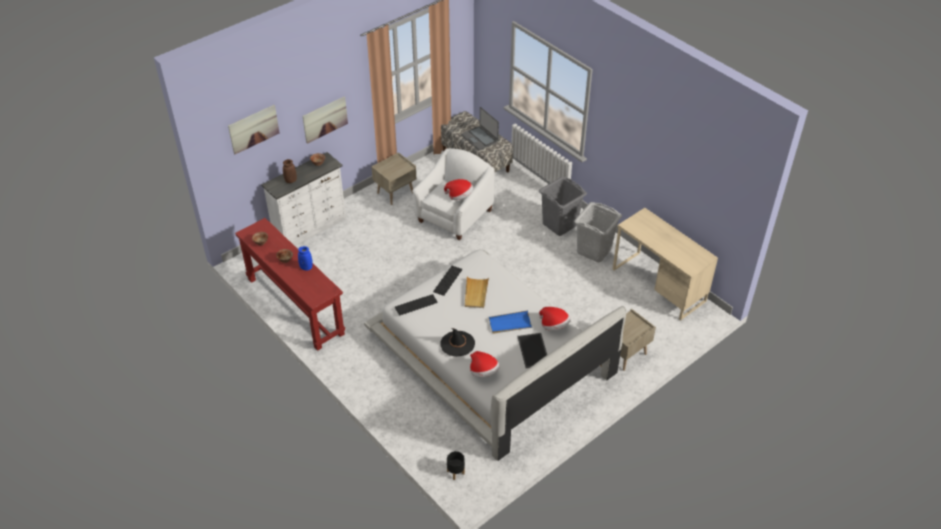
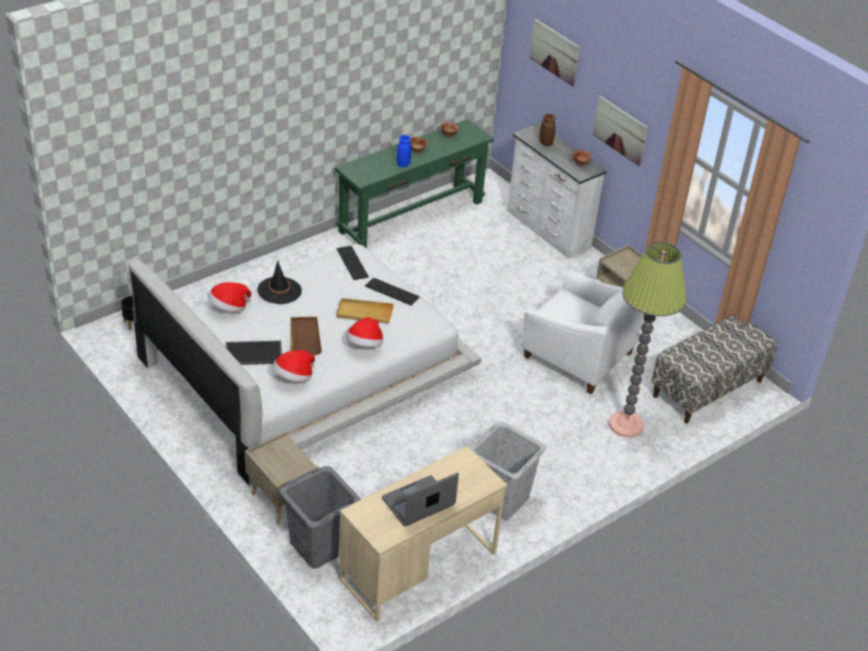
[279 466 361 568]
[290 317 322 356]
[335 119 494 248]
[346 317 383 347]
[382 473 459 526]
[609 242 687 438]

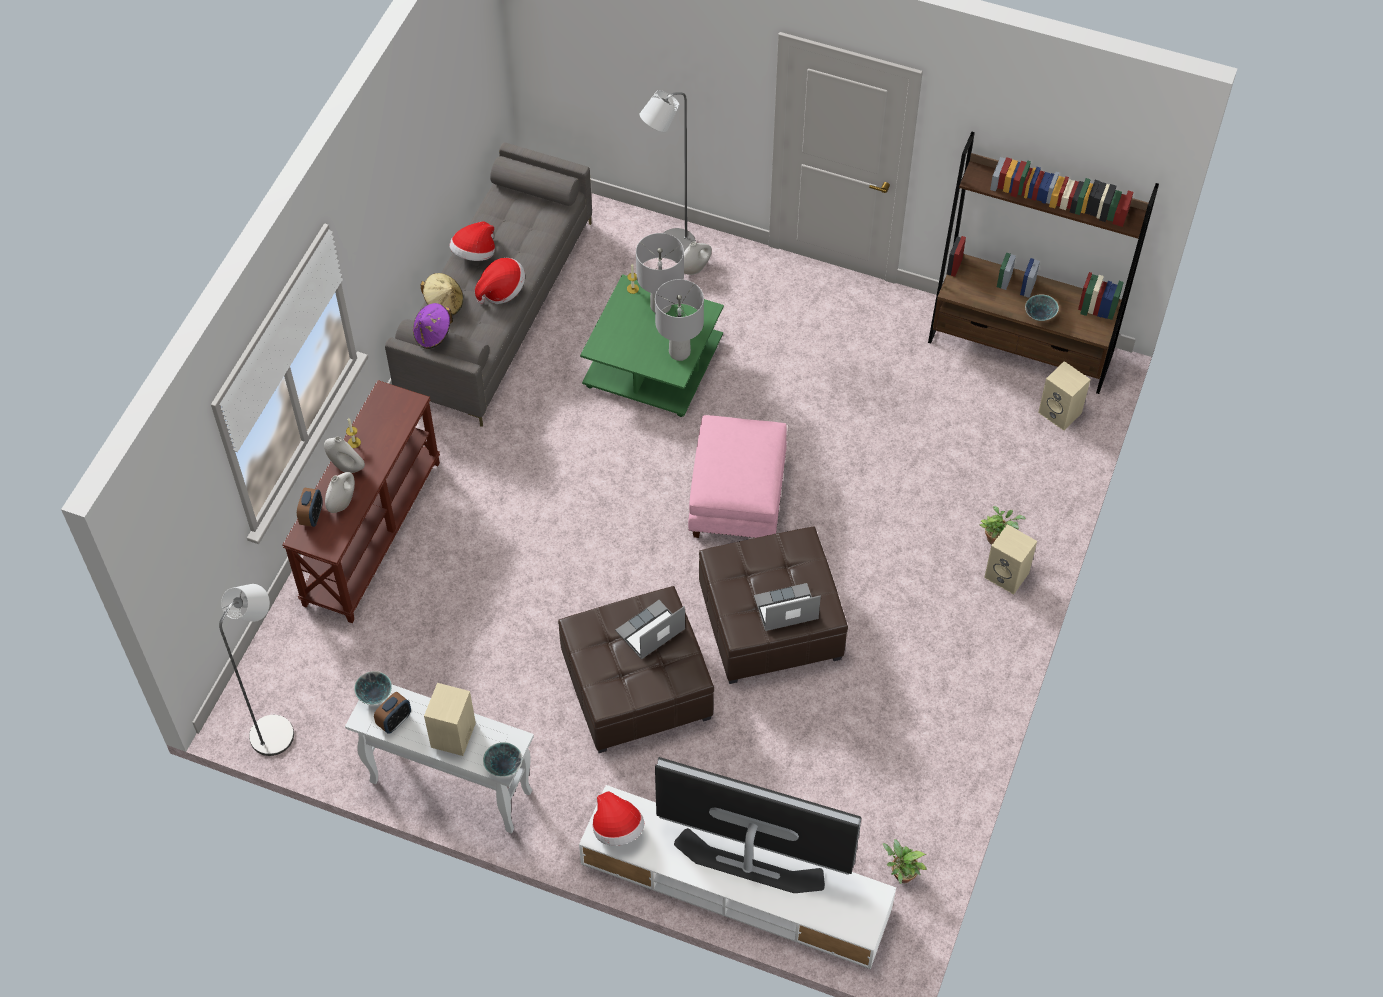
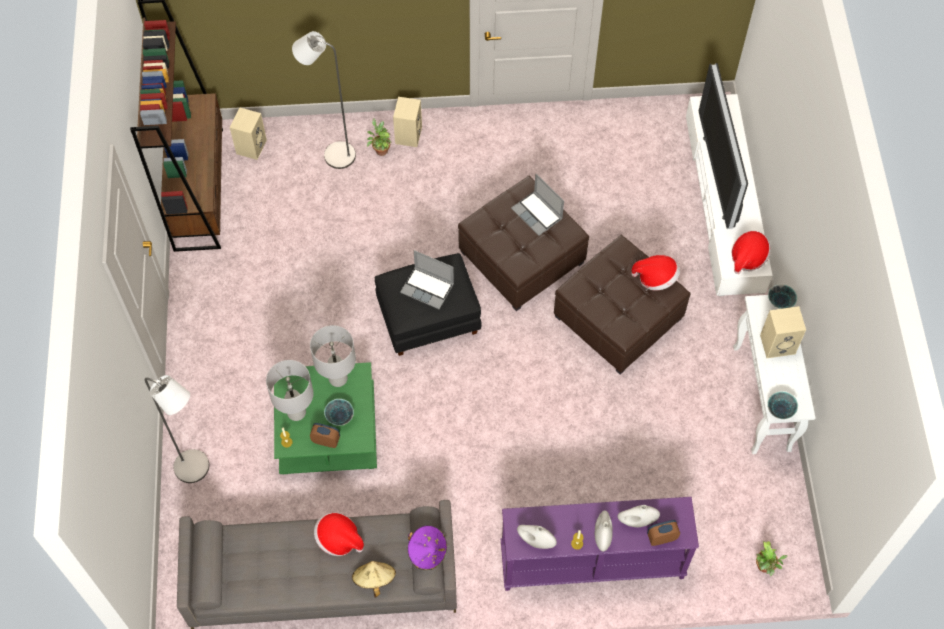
[292 31 356 169]
[310 423 340 448]
[324 399 354 426]
[375 253 482 356]
[400 250 454 309]
[501 497 699 591]
[517 525 557 549]
[631 255 680 290]
[756 541 787 577]

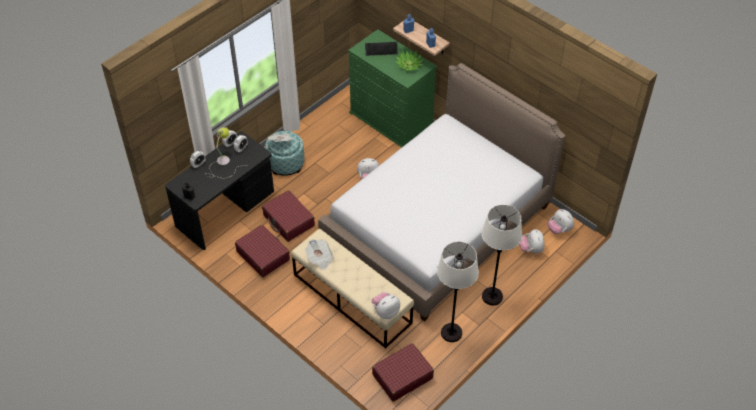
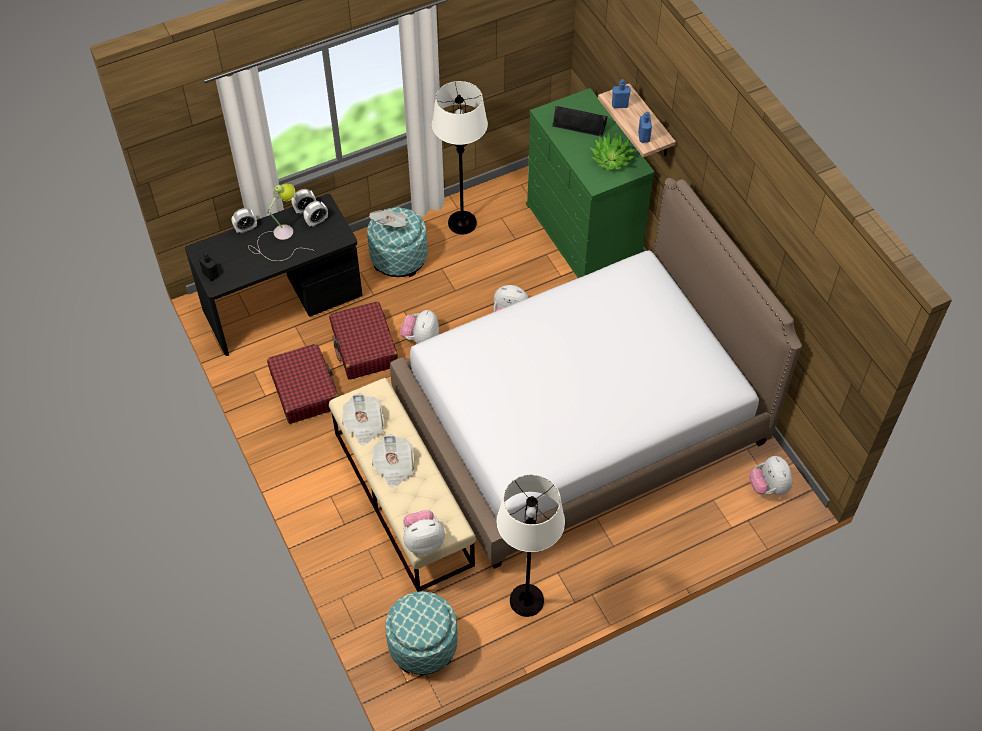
[372 434 415 488]
[385 591 458 675]
[400 310 439 344]
[432 81 488 235]

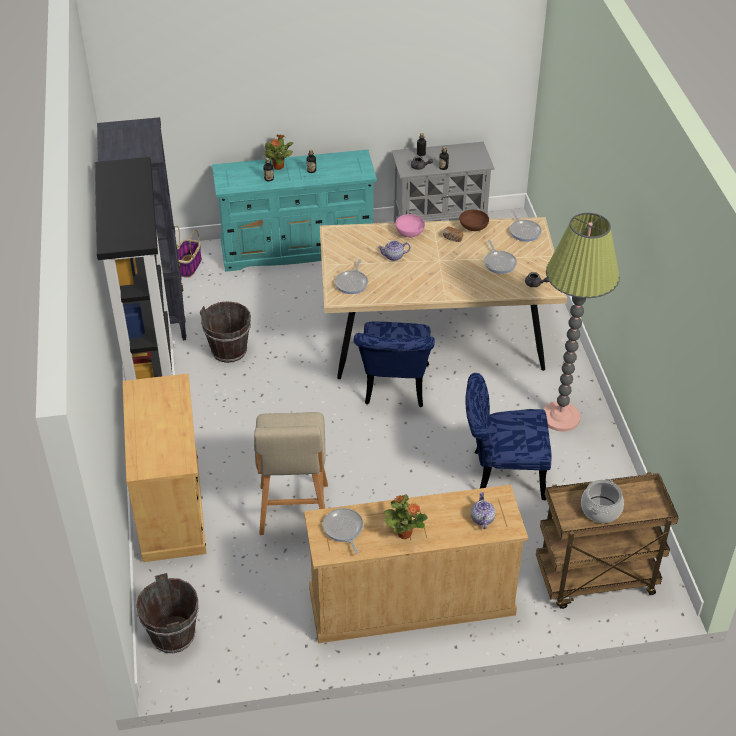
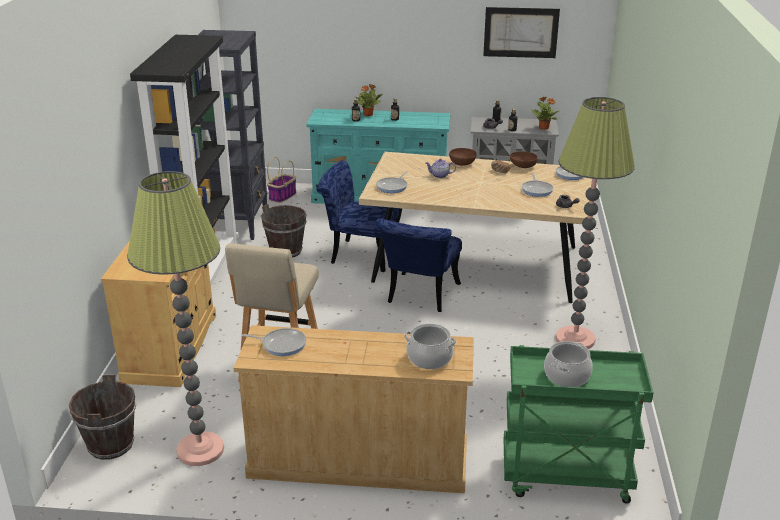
[127 171 224 466]
[242 328 306 356]
[316 160 400 272]
[404 324 456 369]
[449 148 476 166]
[483 7 560 58]
[504 345 654 504]
[531 97 559 130]

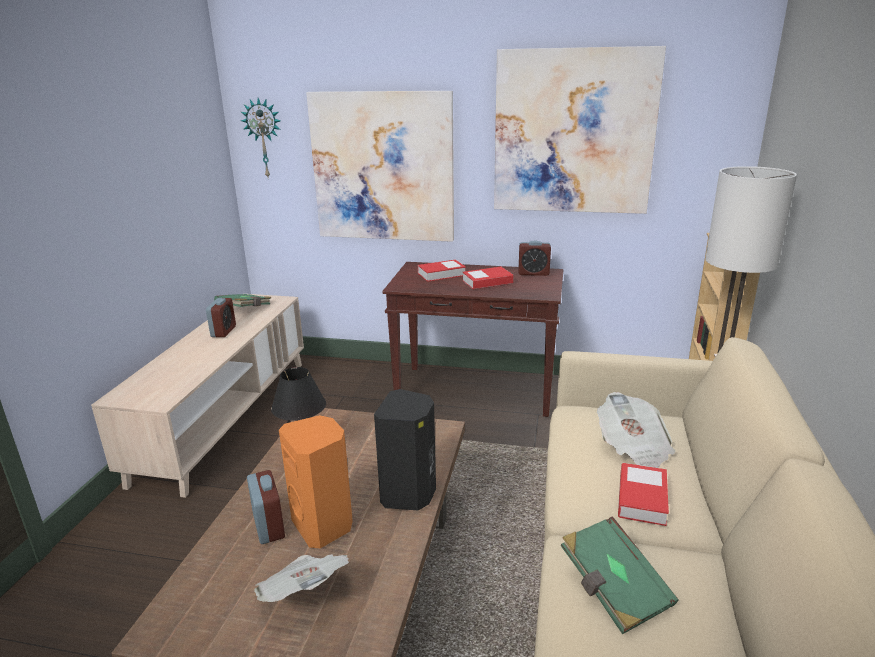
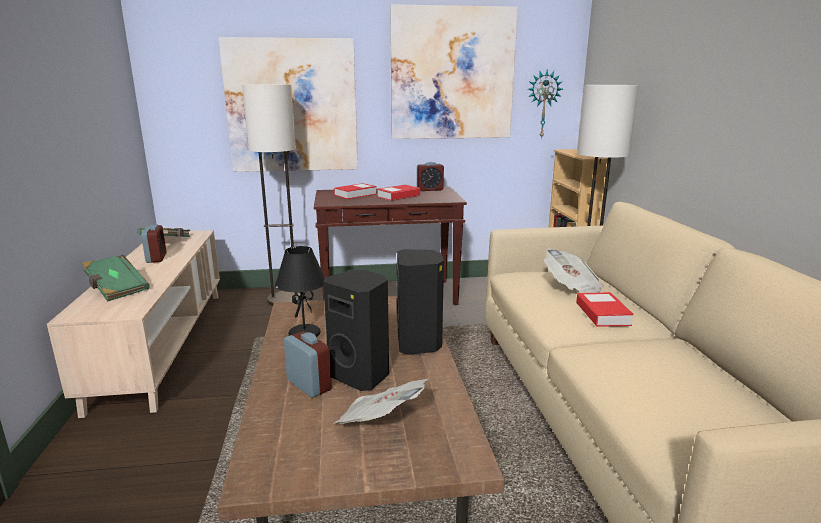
[82 255 150 302]
[242 84 301 306]
[323 270 389 391]
[528 70 563 139]

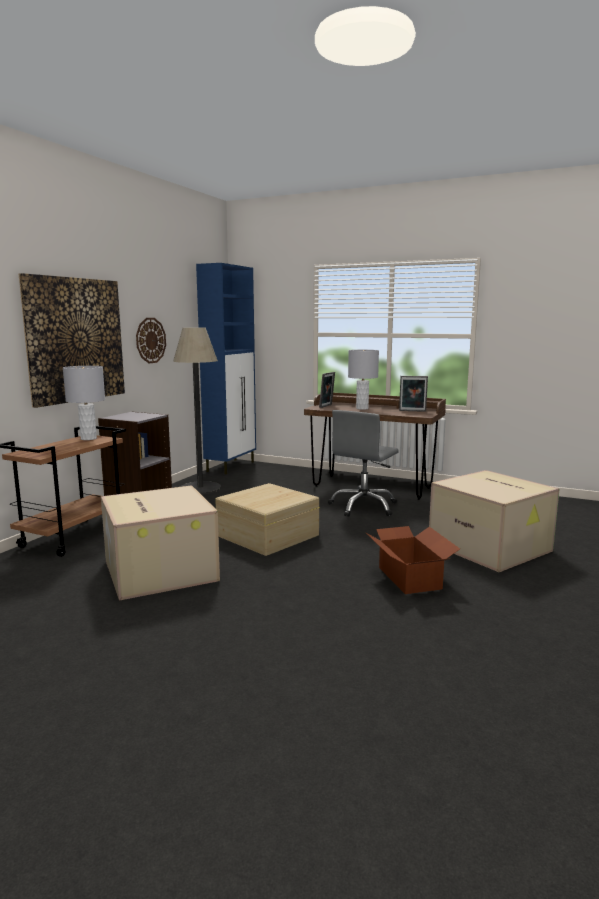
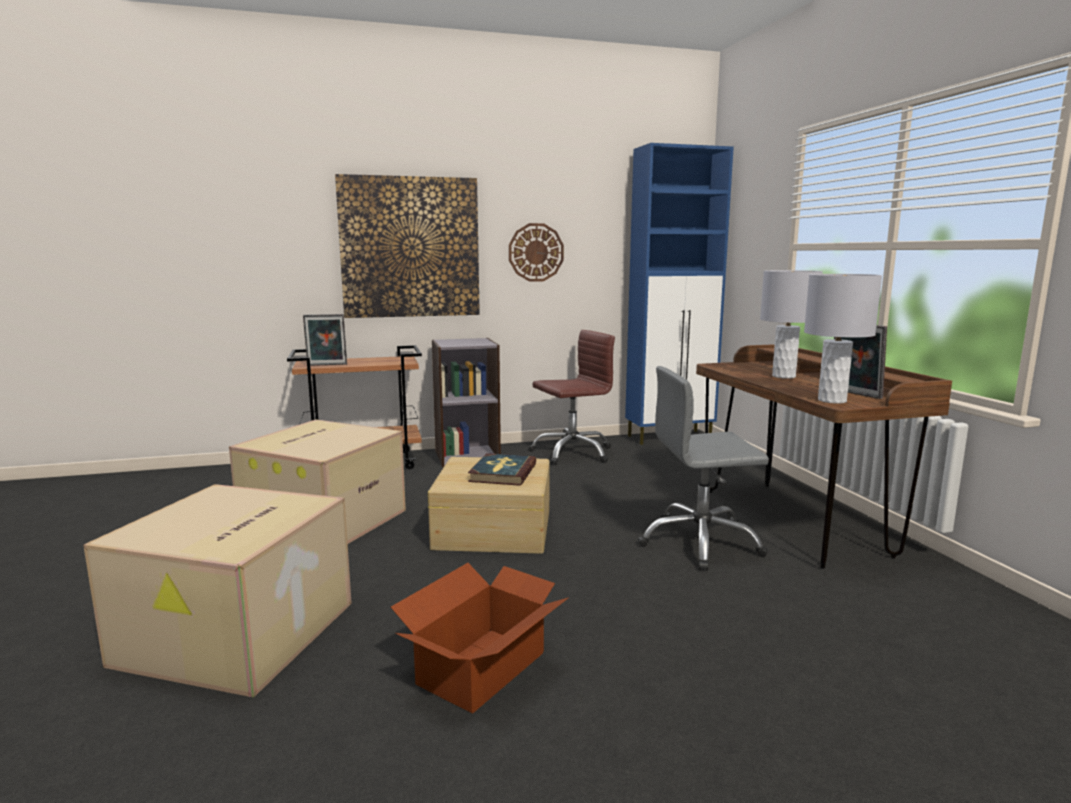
[83 484 352 698]
[303 314 347 366]
[468 453 536 486]
[528 330 615 465]
[804 274 882 404]

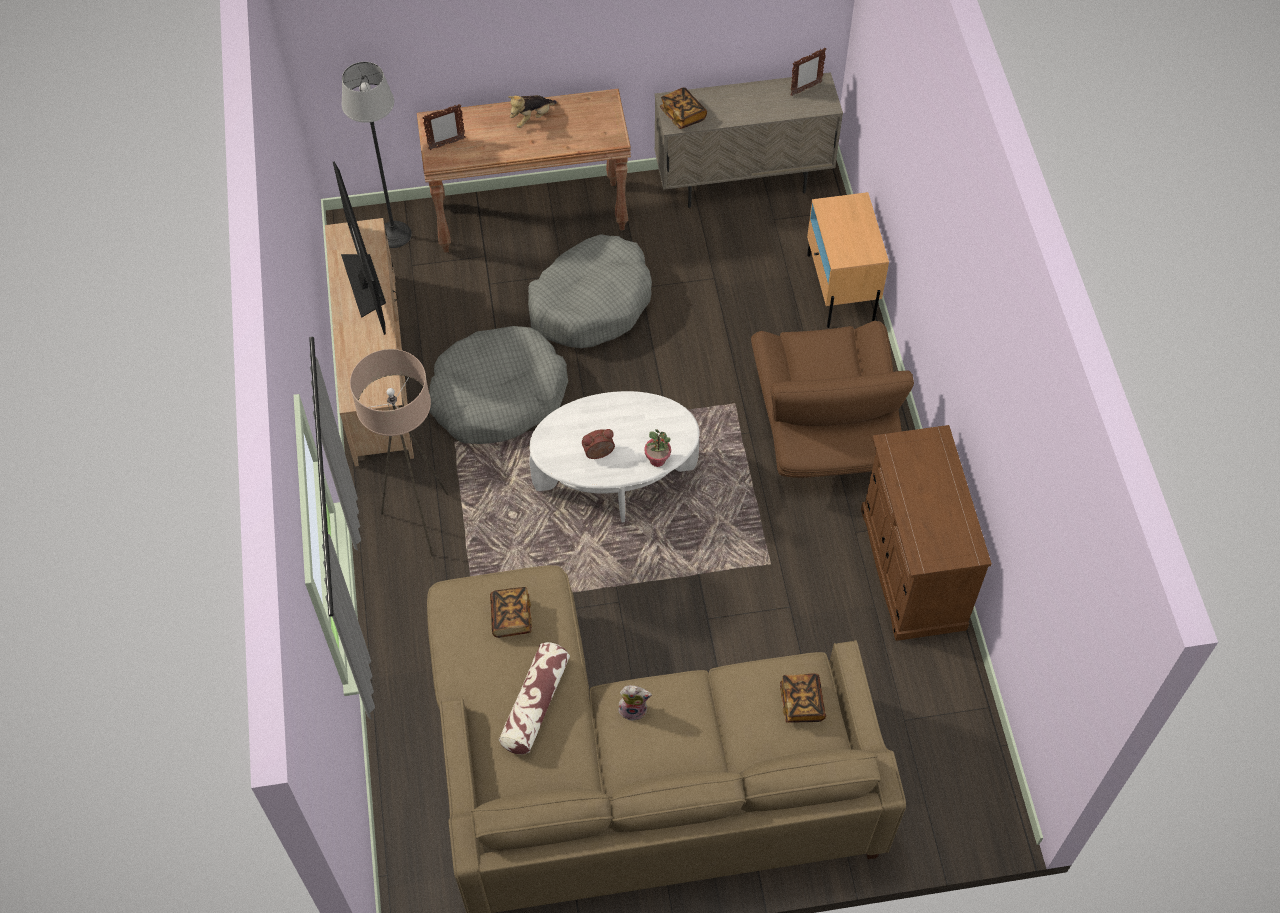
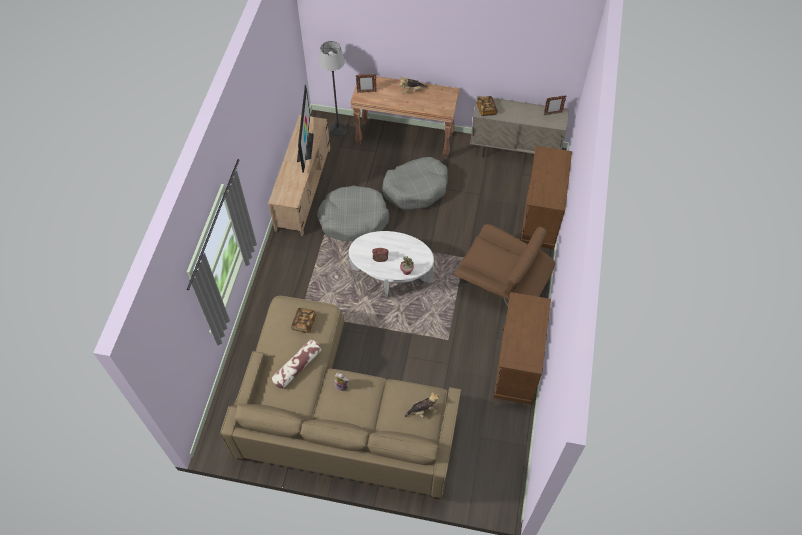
[405 392 440 418]
[455 224 555 306]
[521 146 572 249]
[350 349 448 556] (first image)

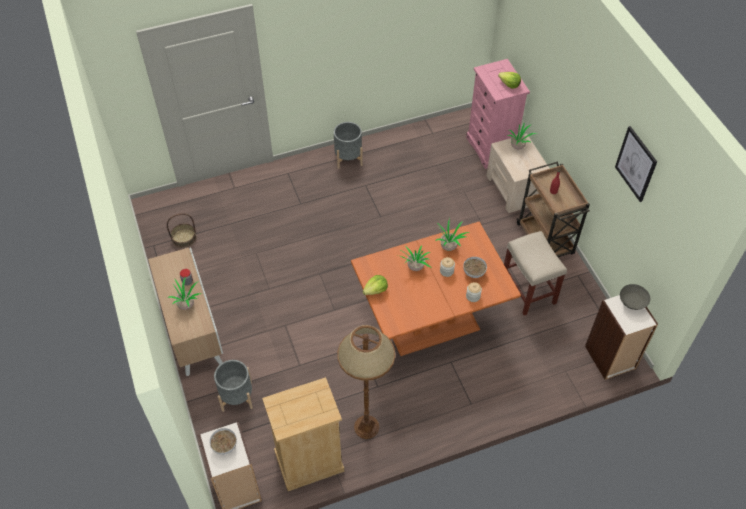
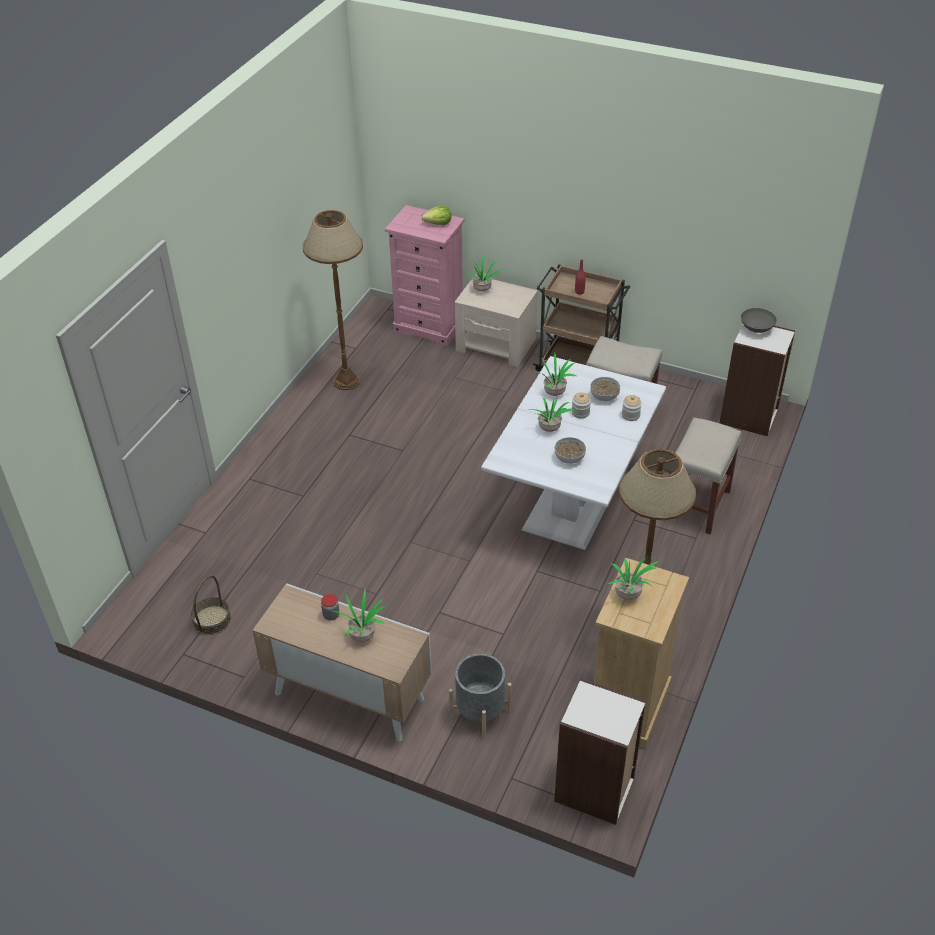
[303 210 363 390]
[481 356 666 550]
[555 437 586 464]
[608 557 658 600]
[669 417 742 534]
[334 122 363 169] (first image)
[362 275 388 295] (first image)
[615 126 657 202] (first image)

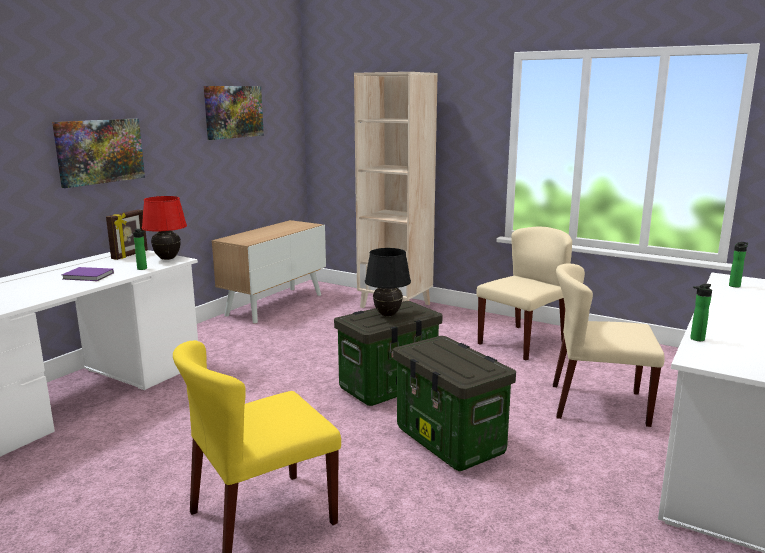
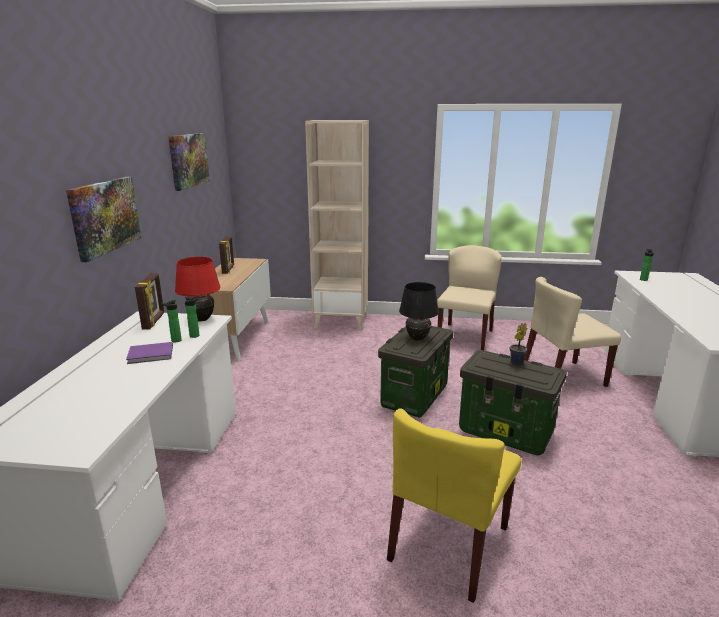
[162 300 182 342]
[219 236 234 274]
[510 323 528 366]

